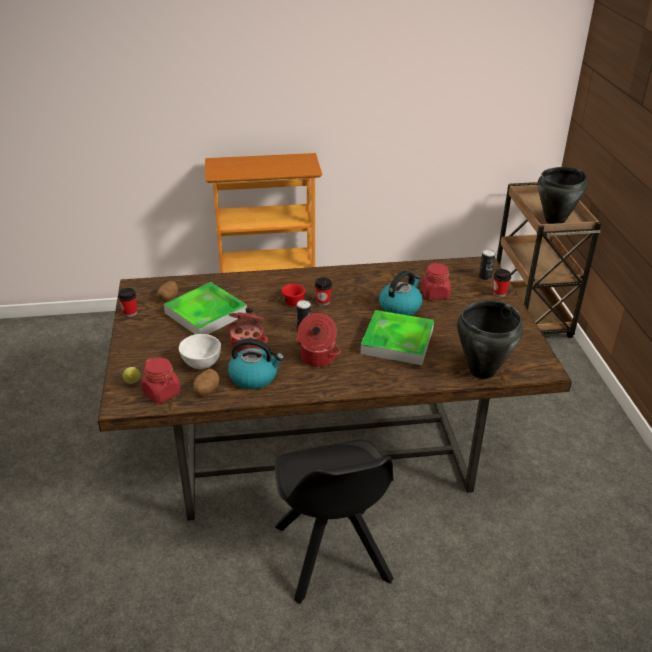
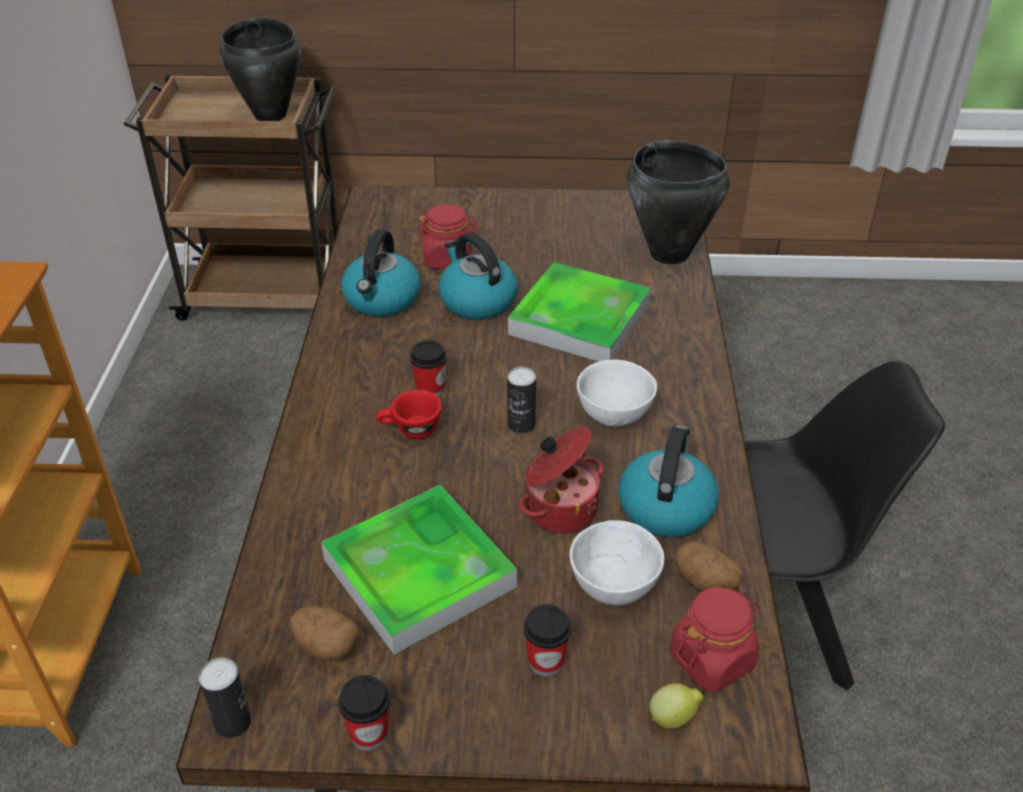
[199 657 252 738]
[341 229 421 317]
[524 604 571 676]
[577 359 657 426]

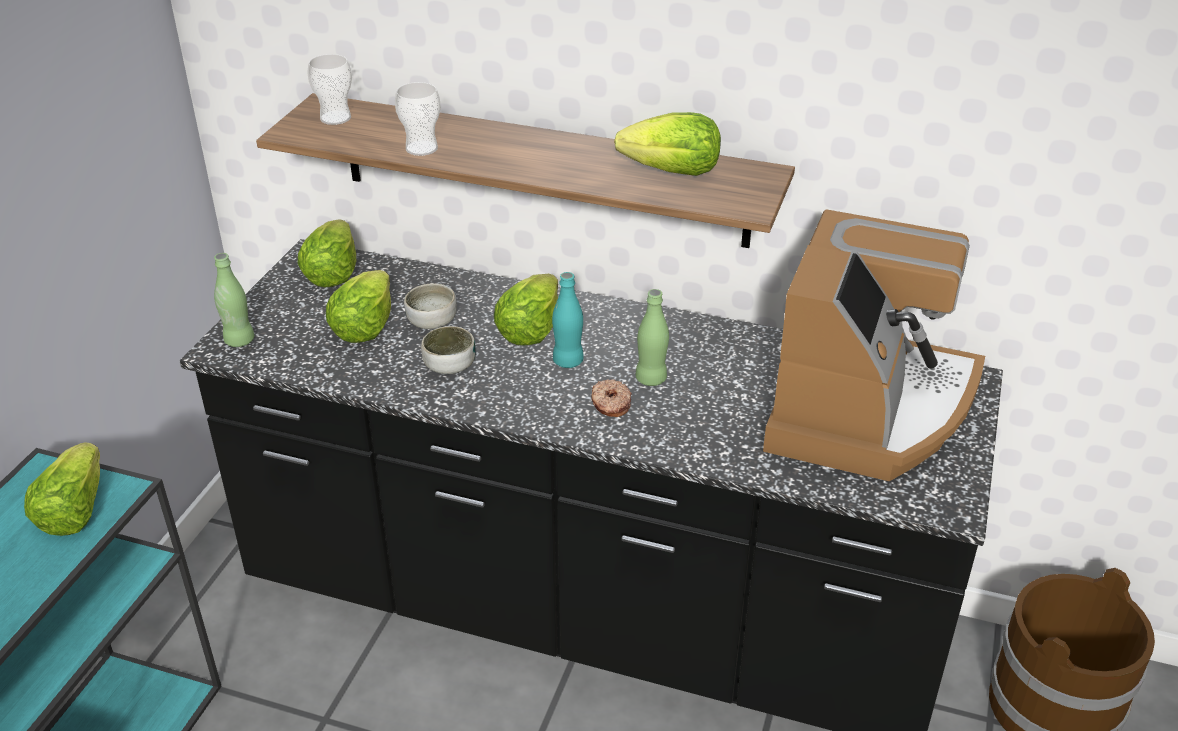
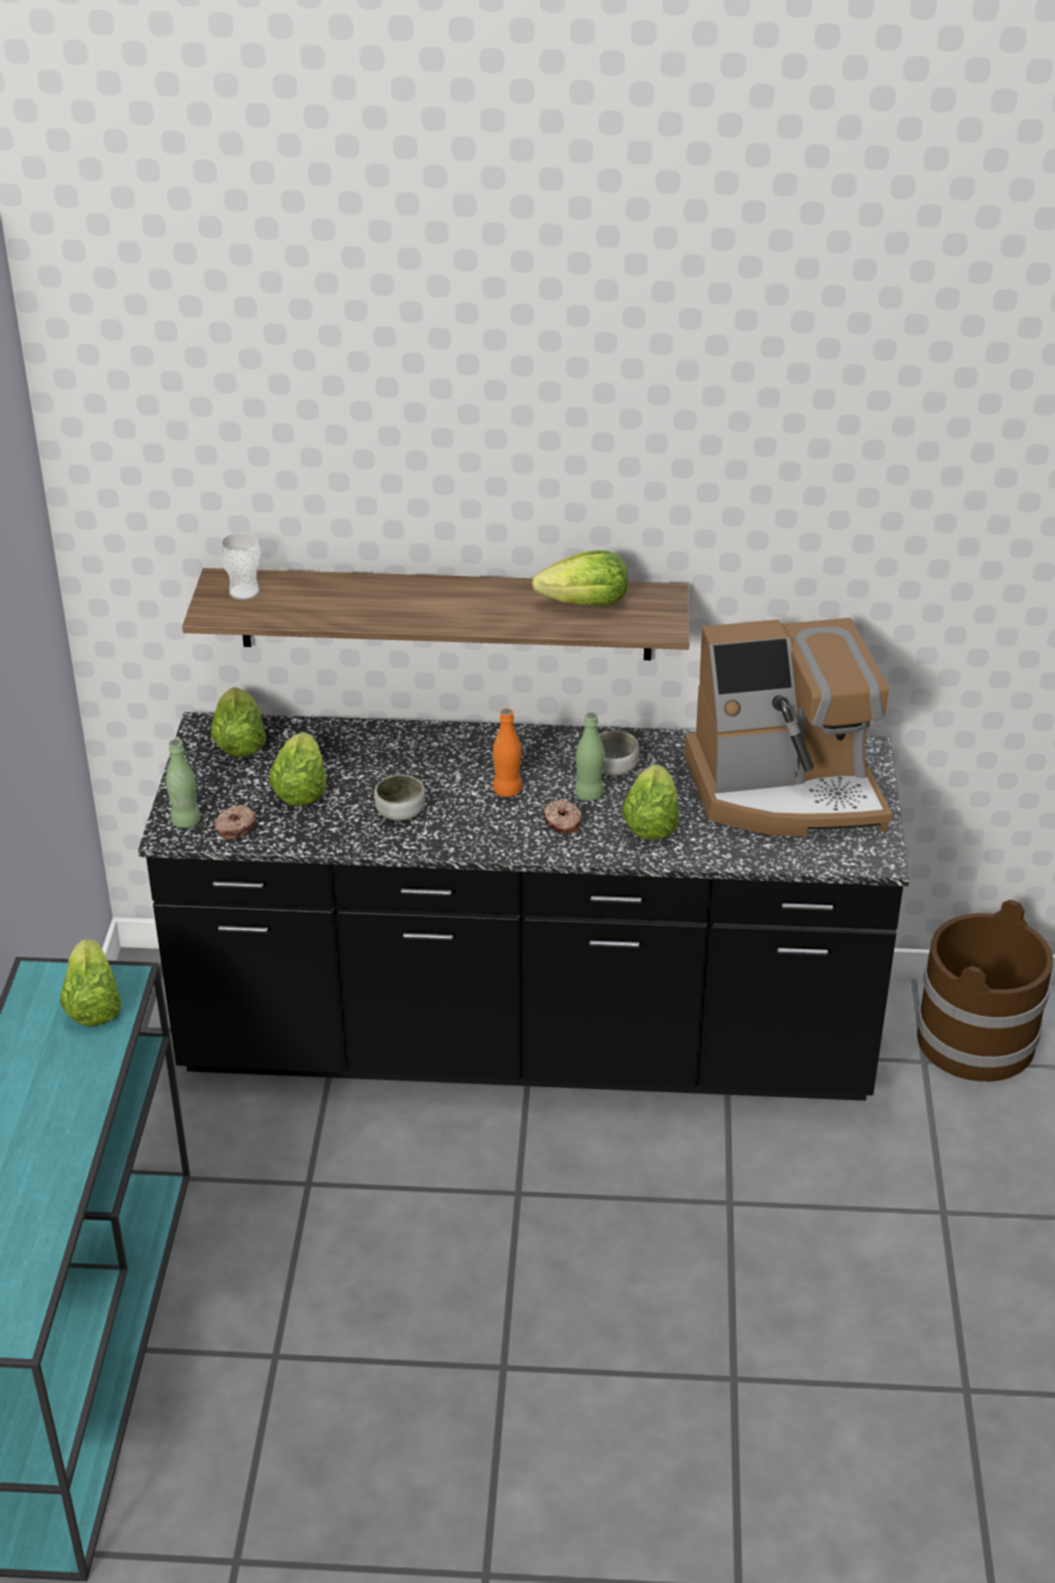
[214 805 256 839]
[493 708 522 797]
[599 730 640 776]
[622 764 679 840]
[684 618 893 836]
[395 82 441 156] (first image)

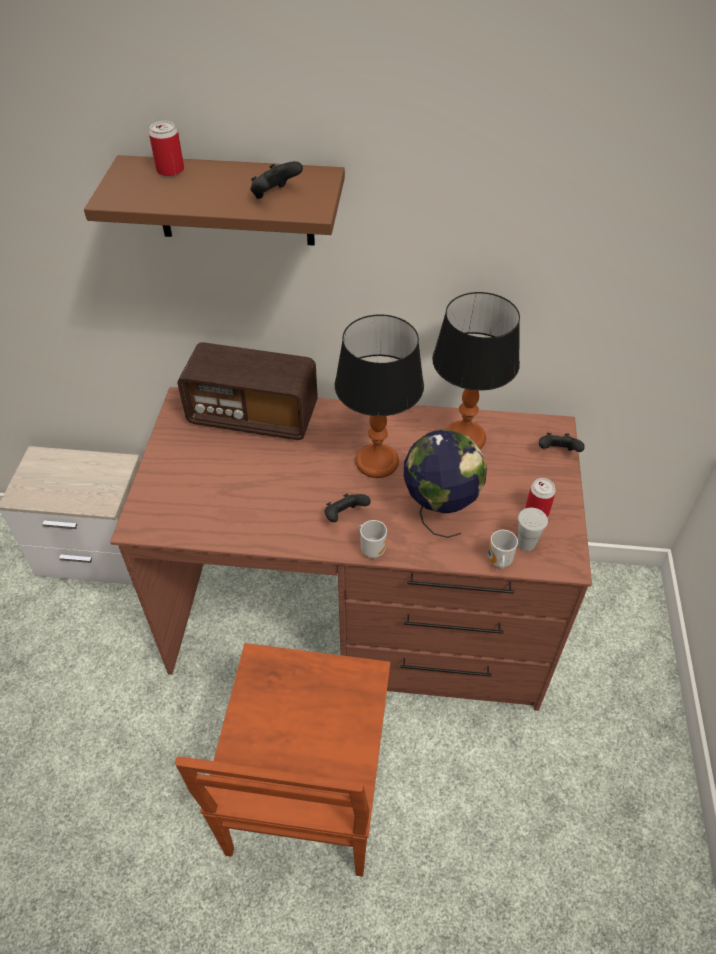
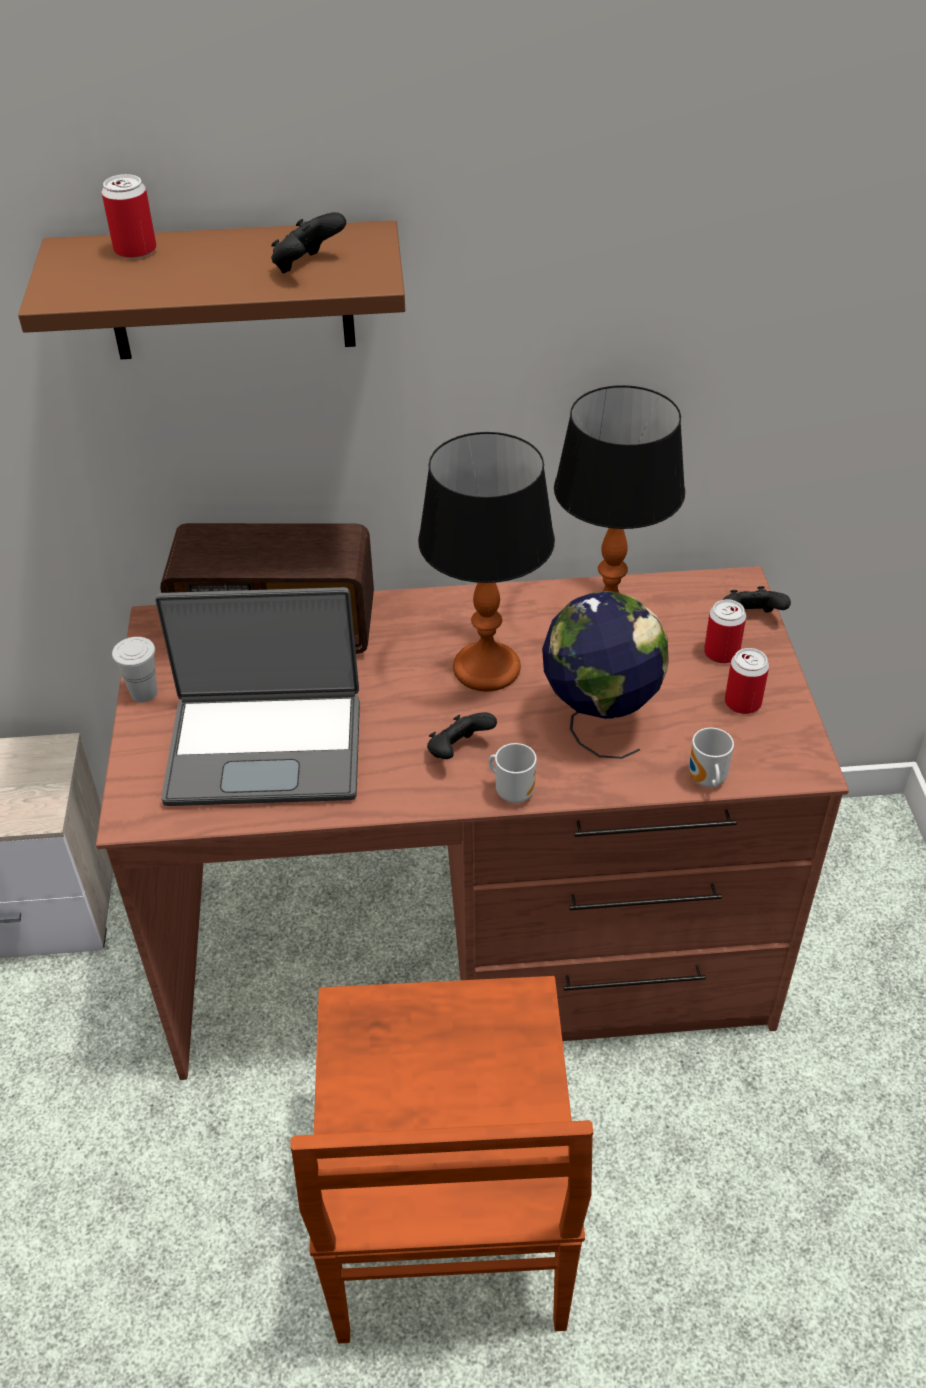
[112 637 157 703]
[155 587 360 806]
[704 599 746 664]

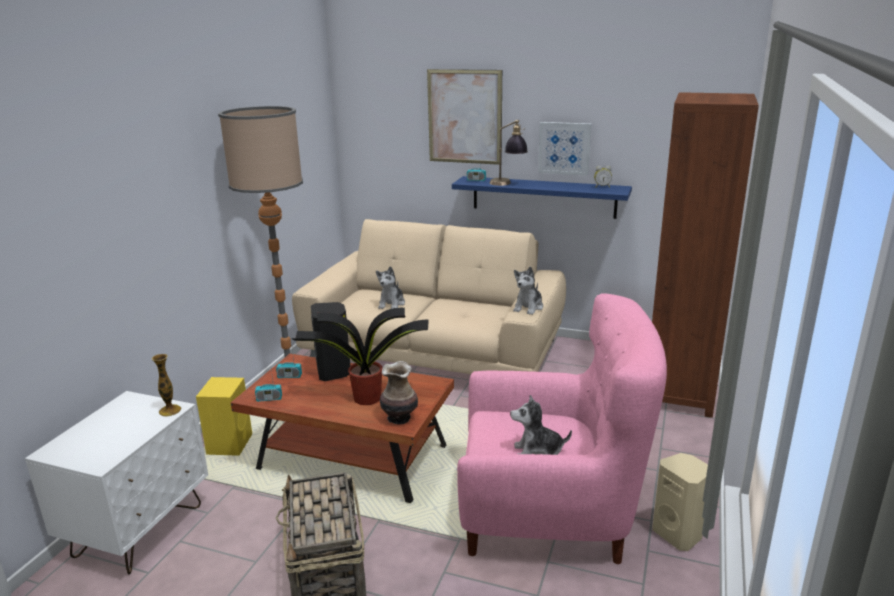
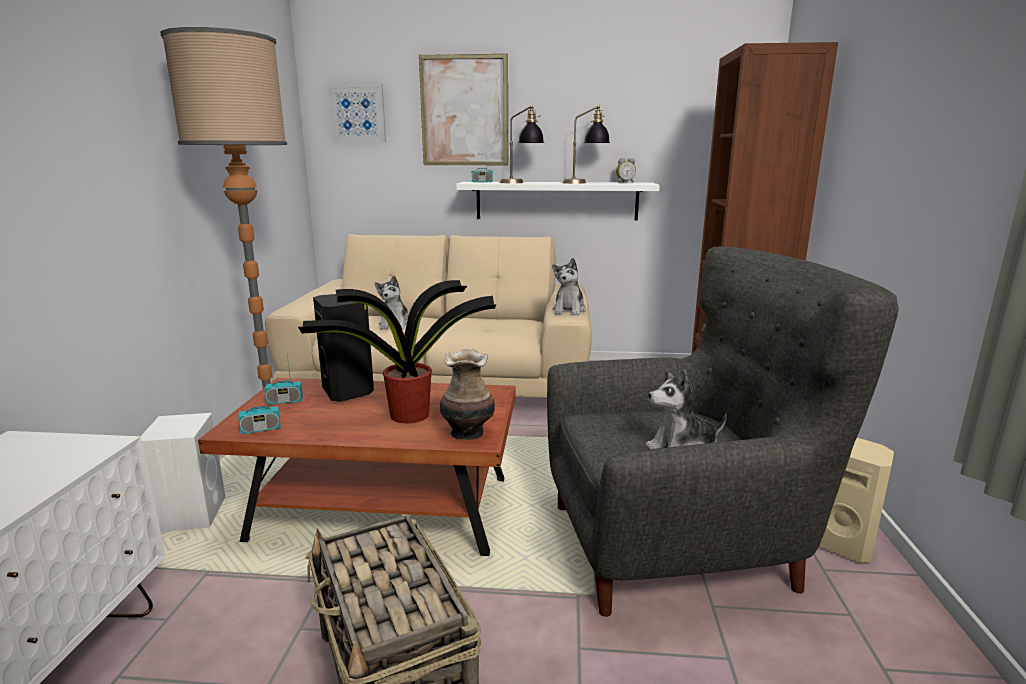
[141 413 226 532]
[327 84 386 143]
[456 182 660 220]
[547 247 899 617]
[561 105 610 184]
[151 354 181 416] (first image)

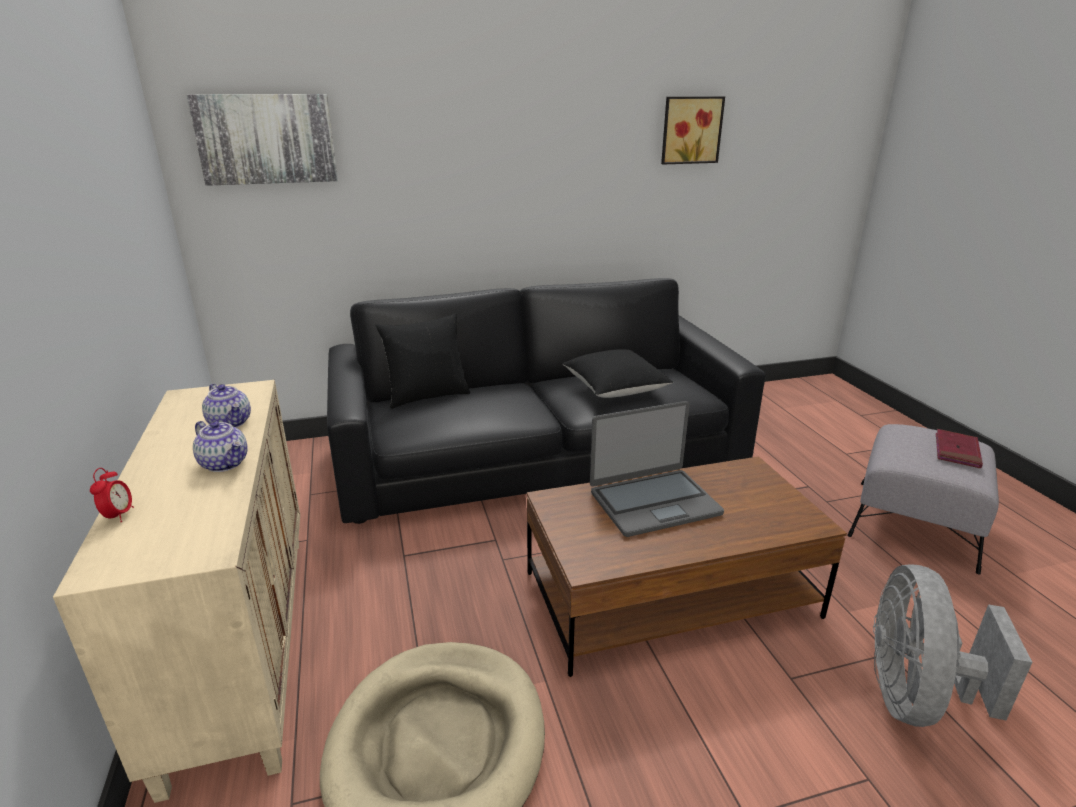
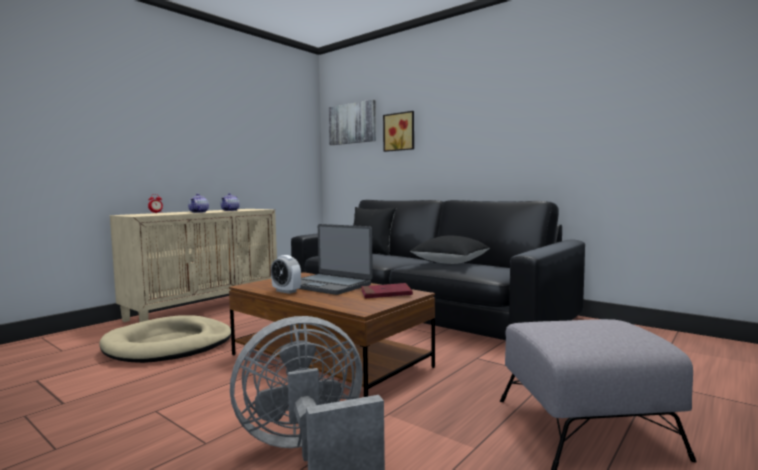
[271 255 301 294]
[361 283 413 298]
[383 111 414 152]

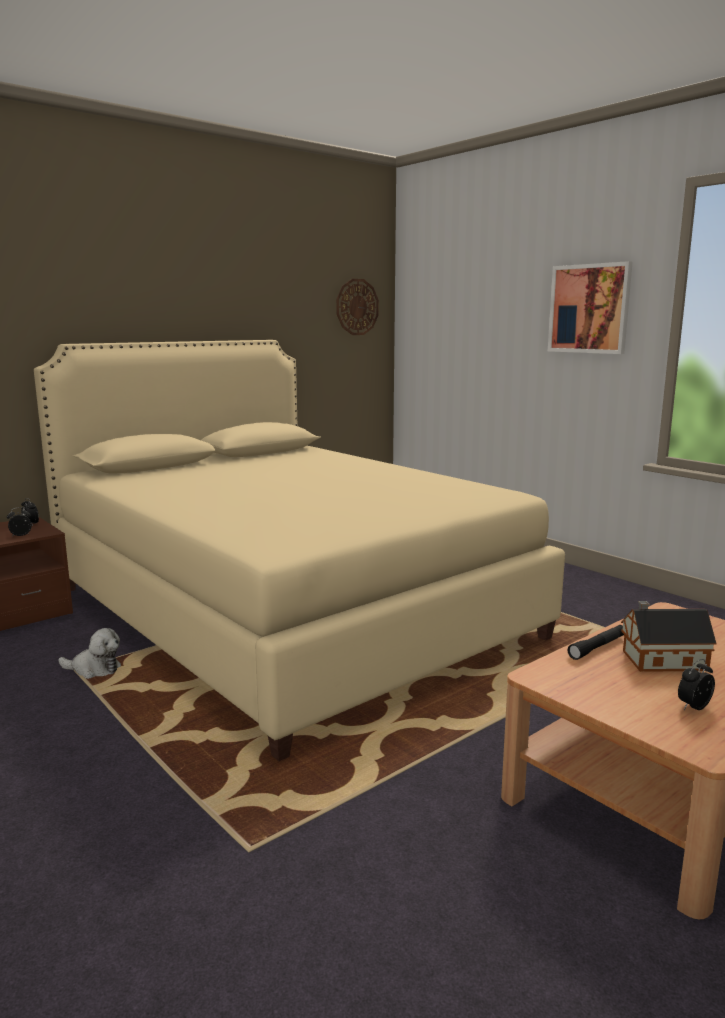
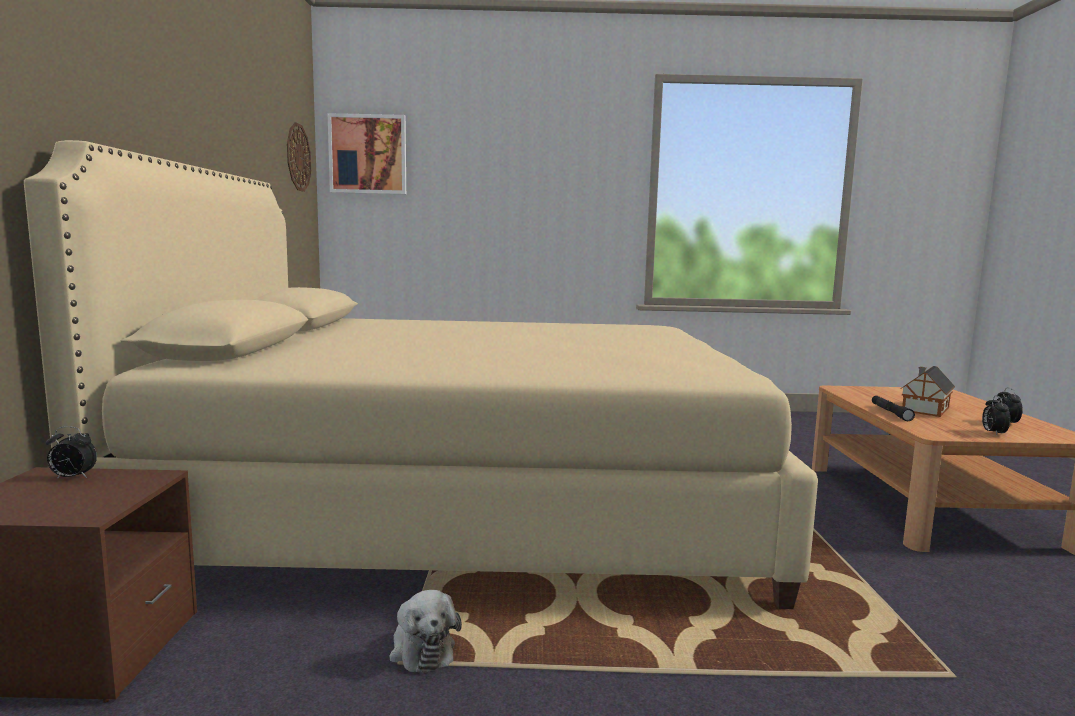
[328 113 406 194]
[389 590 462 674]
[982 396 1010 435]

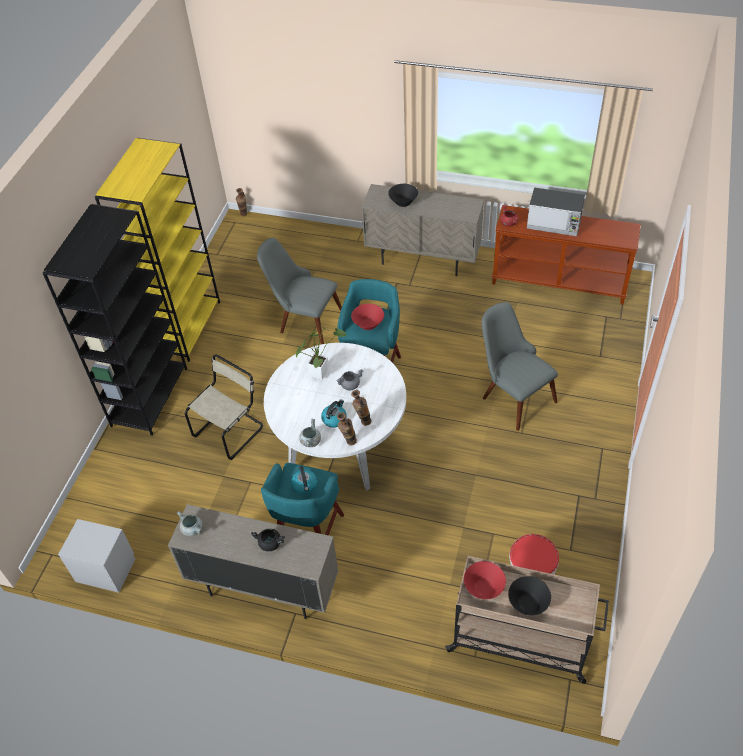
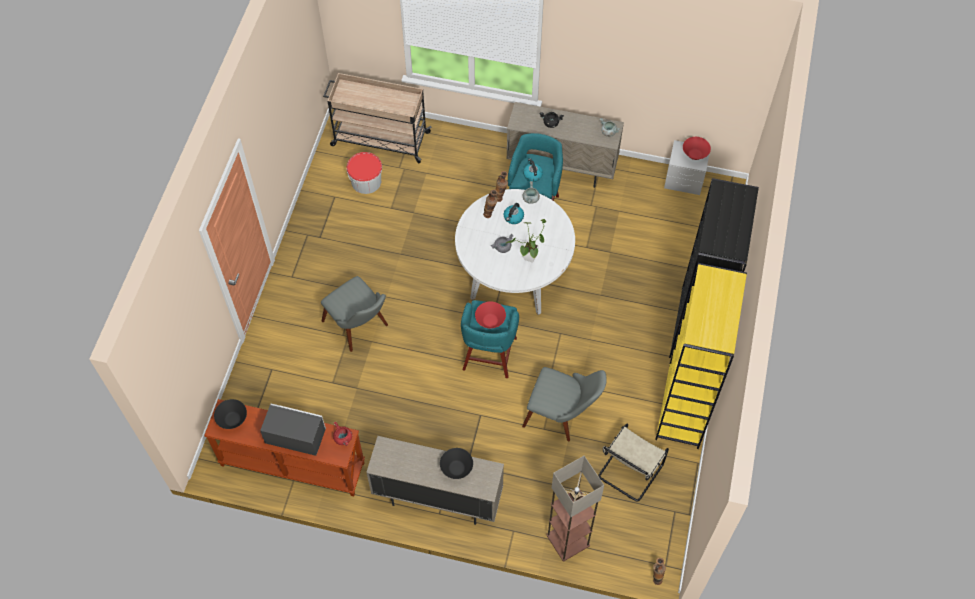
[214 399 247 429]
[546 456 604 561]
[598 424 669 502]
[683 137 711 160]

